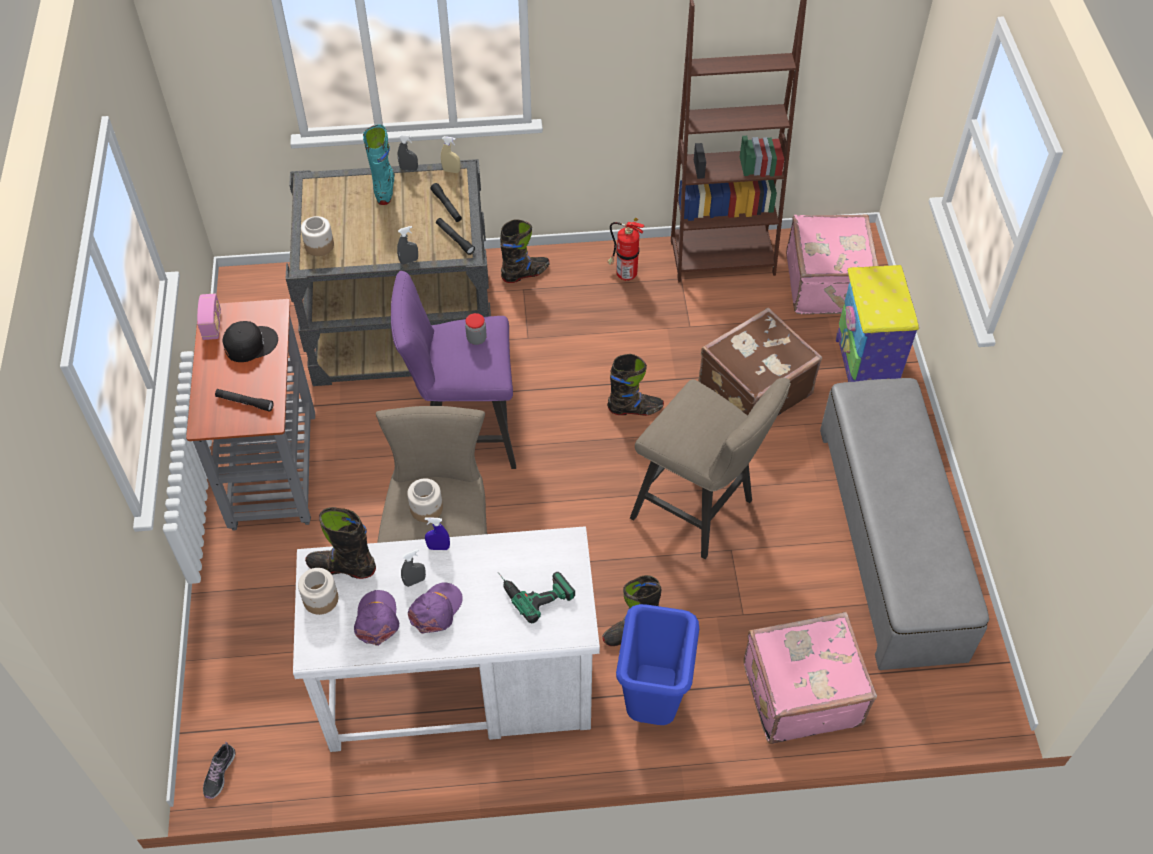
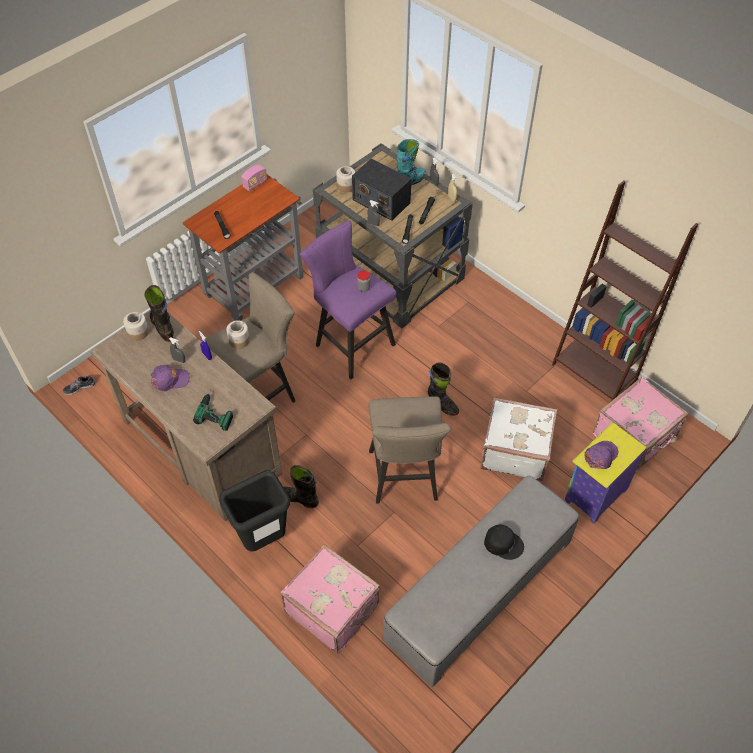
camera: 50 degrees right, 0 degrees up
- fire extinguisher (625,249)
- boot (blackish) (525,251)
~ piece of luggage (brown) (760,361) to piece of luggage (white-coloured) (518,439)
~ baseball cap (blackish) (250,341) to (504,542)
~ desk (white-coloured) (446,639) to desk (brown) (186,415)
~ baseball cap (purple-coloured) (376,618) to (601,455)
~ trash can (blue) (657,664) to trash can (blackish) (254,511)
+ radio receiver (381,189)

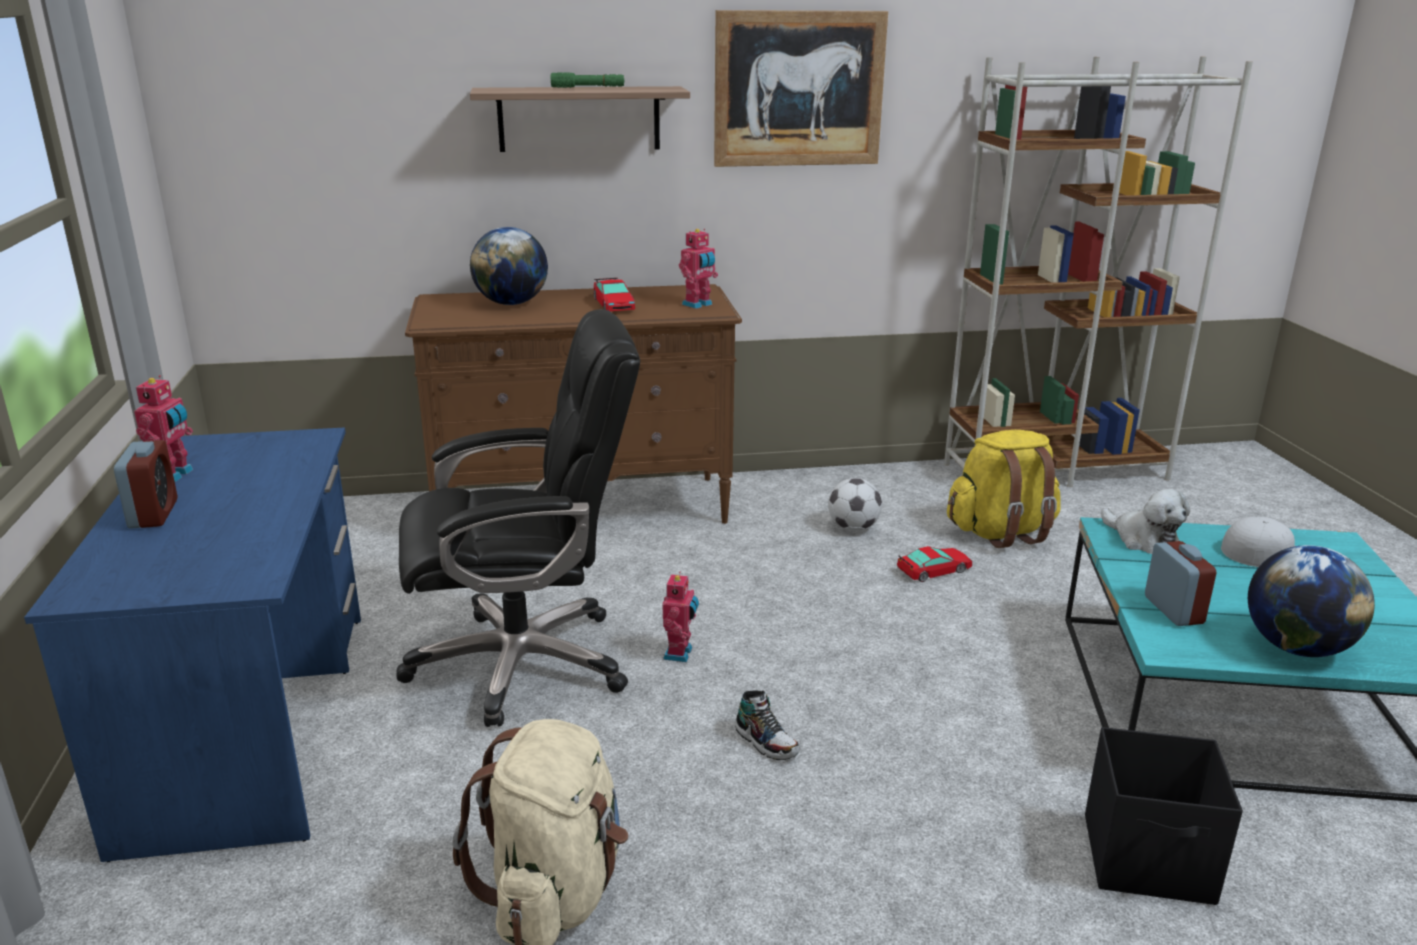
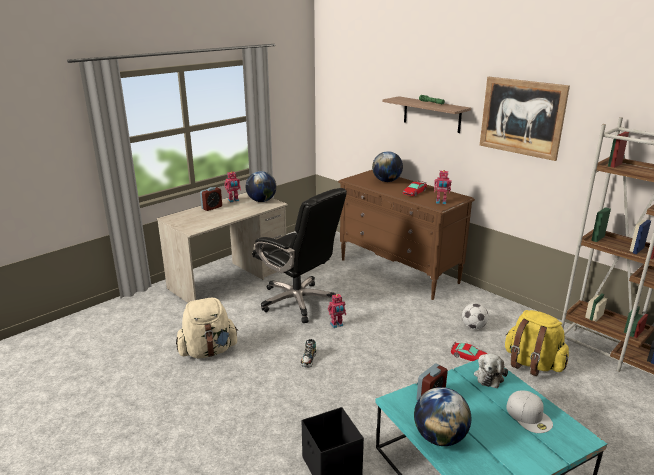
camera: 55 degrees right, 0 degrees up
~ desk (blue) (192,645) to desk (sand-coloured) (222,247)
+ world globe (261,186)

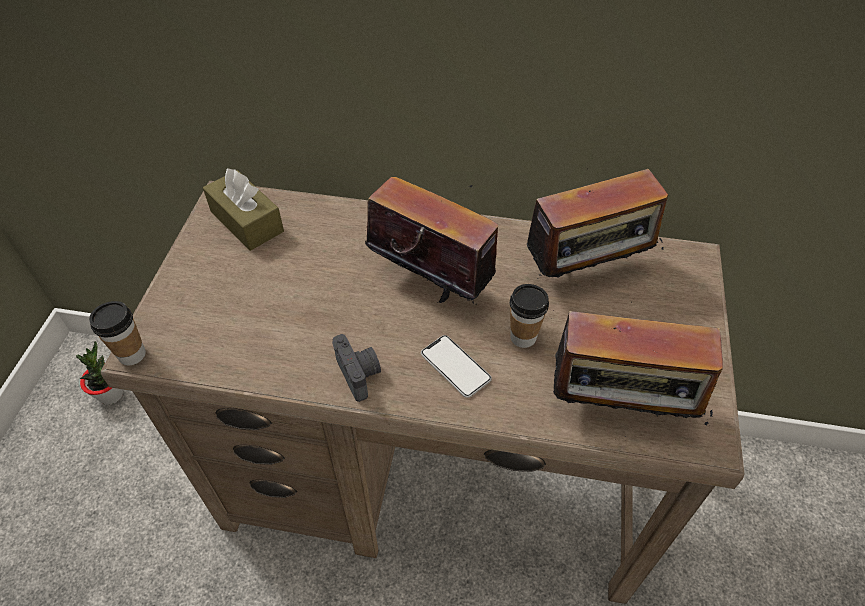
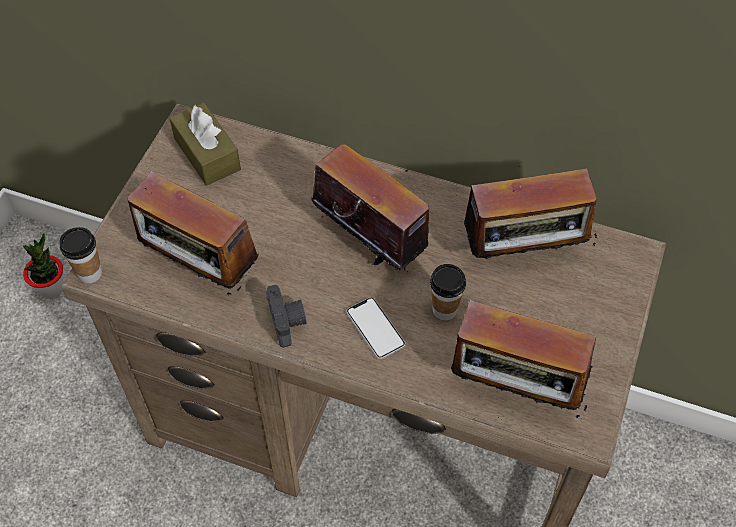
camera: 10 degrees right, 5 degrees up
+ radio receiver (193,234)

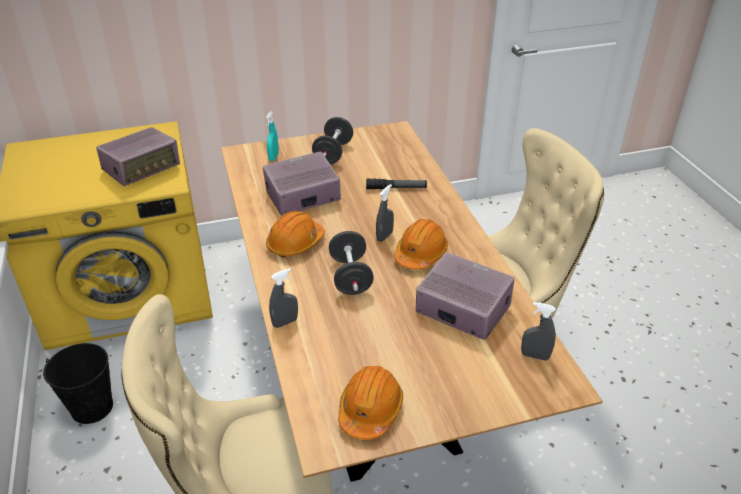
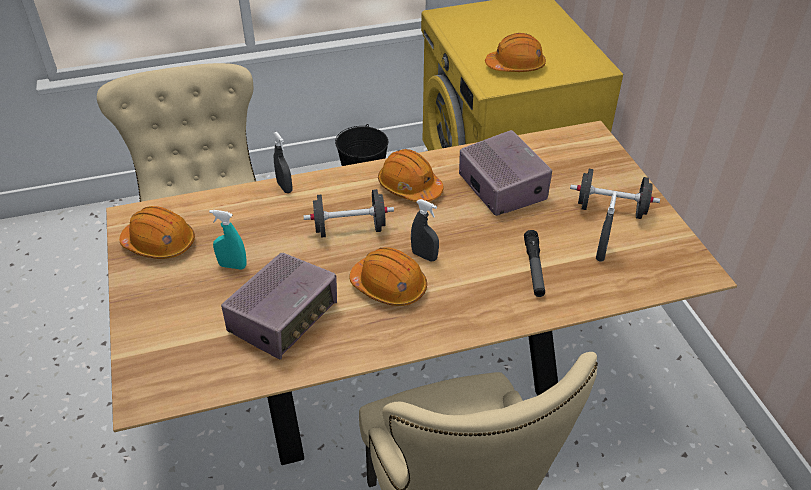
camera: 90 degrees right, 5 degrees up
~ sprayer (blue-green) (272,136) to (228,240)
~ radio receiver (138,157) to hard hat (orangey) (515,52)
~ sprayer (grey) (538,331) to (606,227)

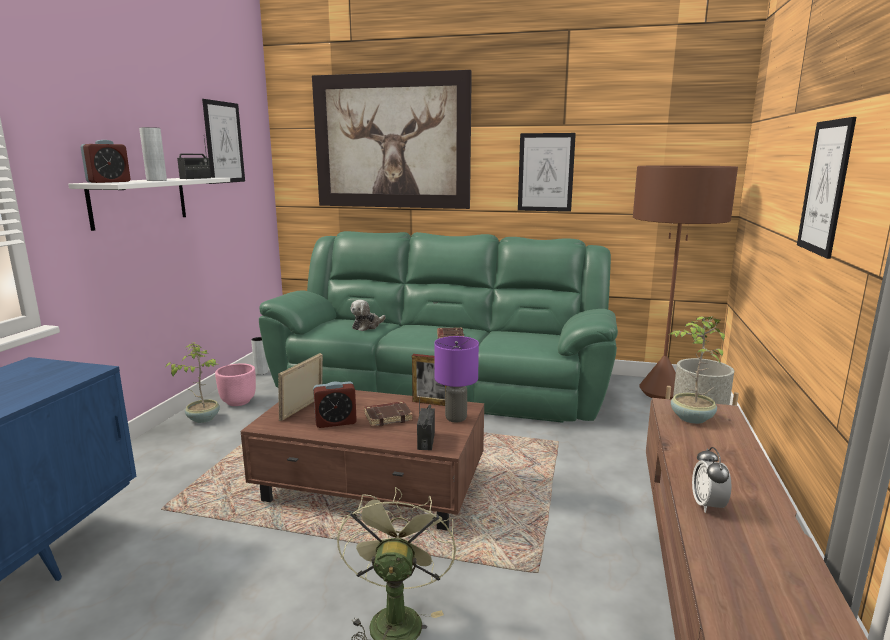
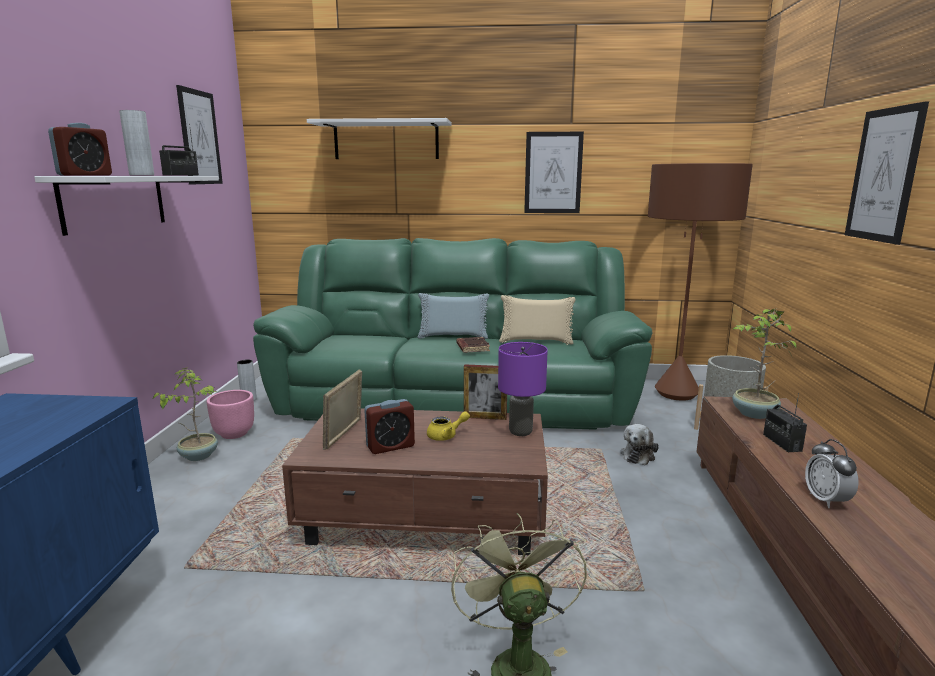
camera: 10 degrees left, 0 degrees up
~ picture (392,139) to bracket shelf (white-coloured) (379,138)
~ plush toy (367,315) to (639,444)
~ radio receiver (426,422) to (785,422)
~ book (brown) (388,414) to teapot (yellow) (448,426)
+ pillow (blue) (453,316)
+ pillow (sand-coloured) (537,320)

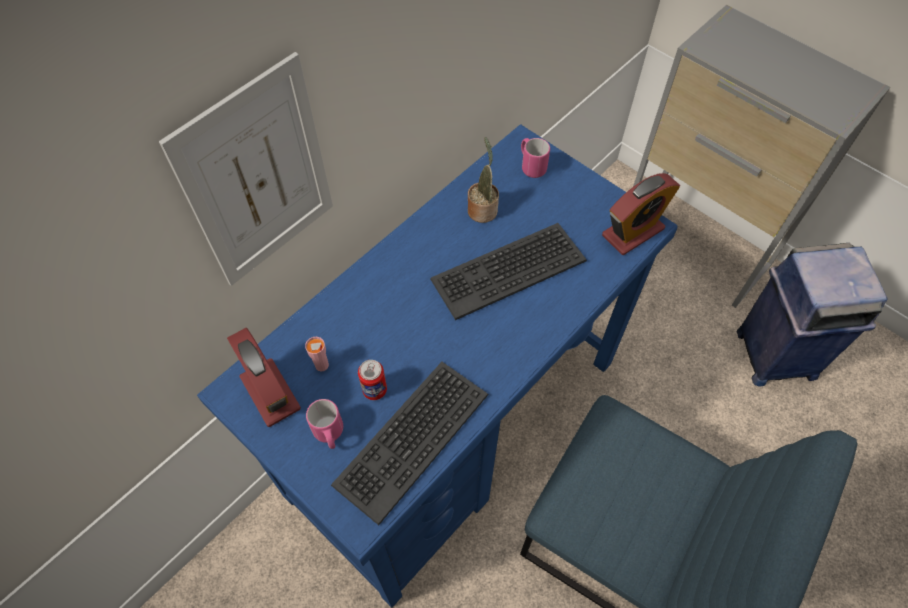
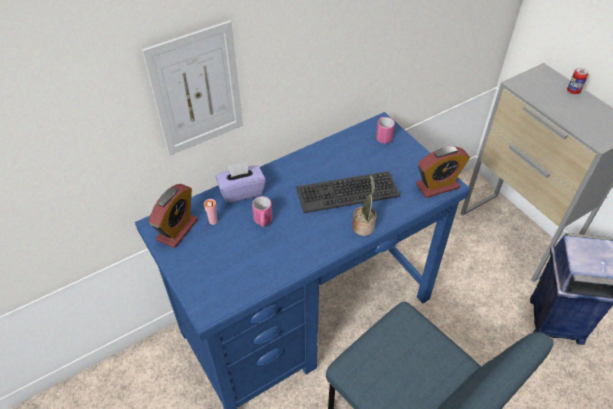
camera: 15 degrees right, 10 degrees down
~ plant in a pot (483,180) to (364,205)
~ bedside clock (264,377) = (173,216) 135 degrees counterclockwise
~ metal can (372,380) to (577,80)
- computer keyboard (410,443)
~ mug (pink-coloured) (324,424) to (262,211)
+ tissue holder (purple-coloured) (241,182)

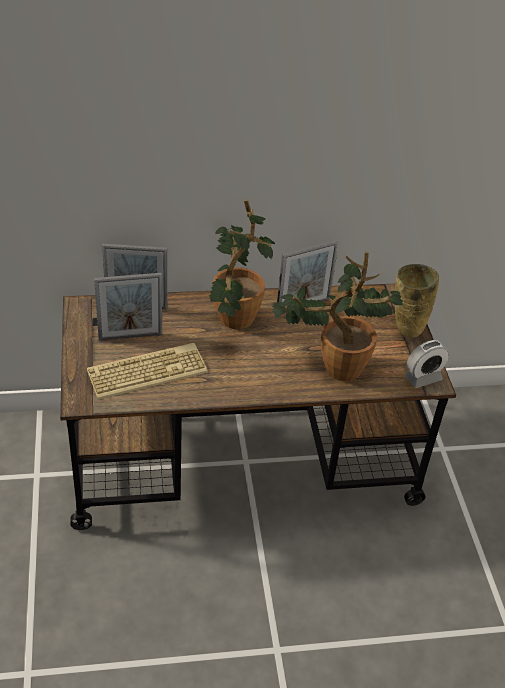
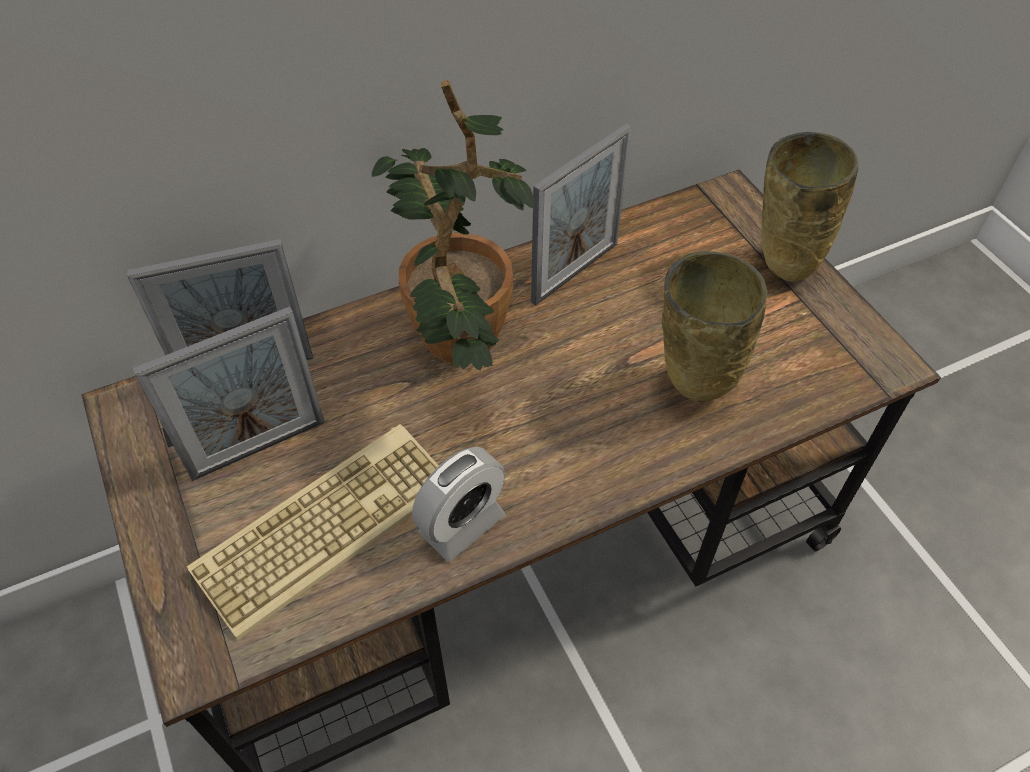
camera: 15 degrees left, 10 degrees up
~ plant in a pot (337,316) to vase (sand-coloured) (714,326)
~ bedside clock (426,364) to (458,504)

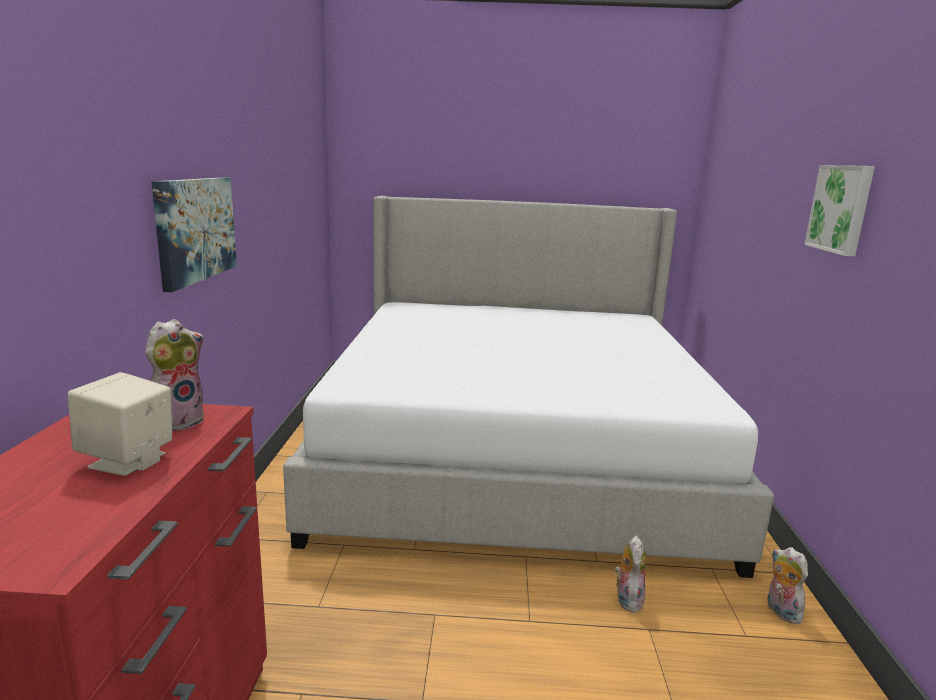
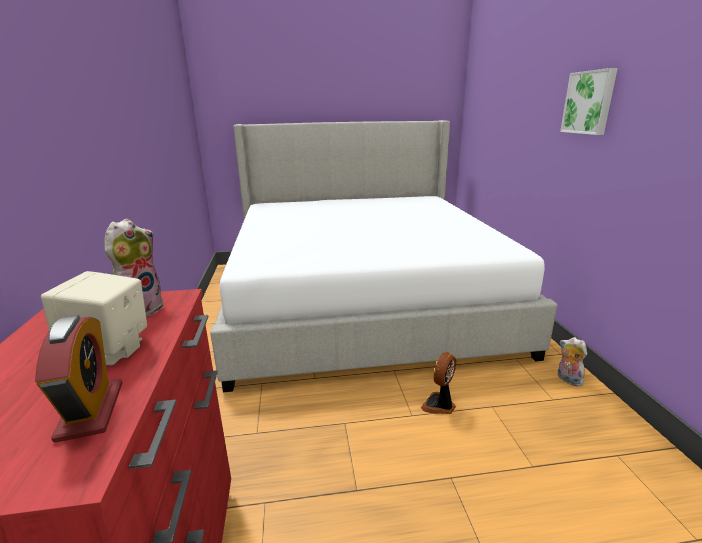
camera: 10 degrees left, 5 degrees up
- picture (194,234)
- plush toy (630,574)
+ bedside clock (78,379)
+ cooling fan (438,383)

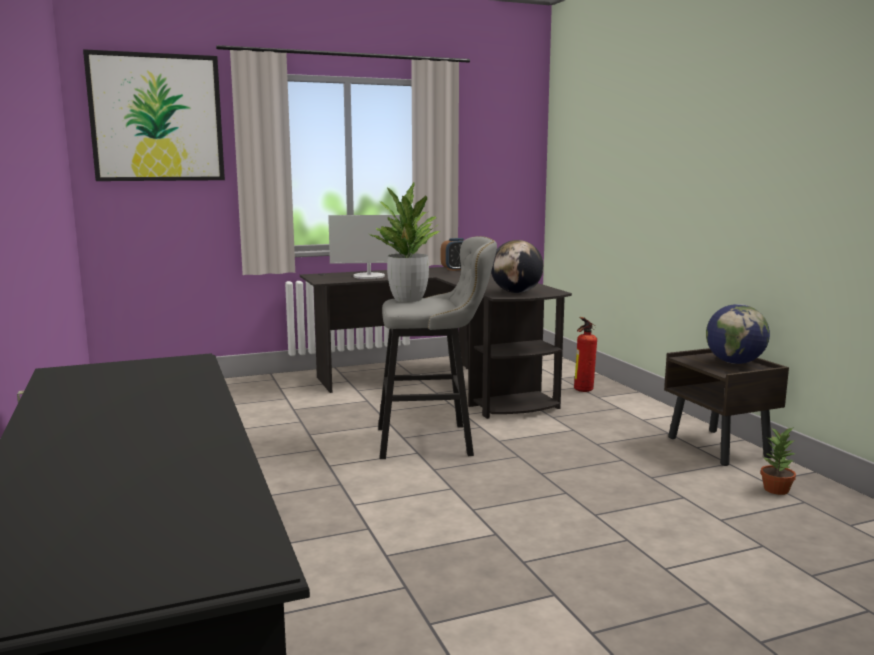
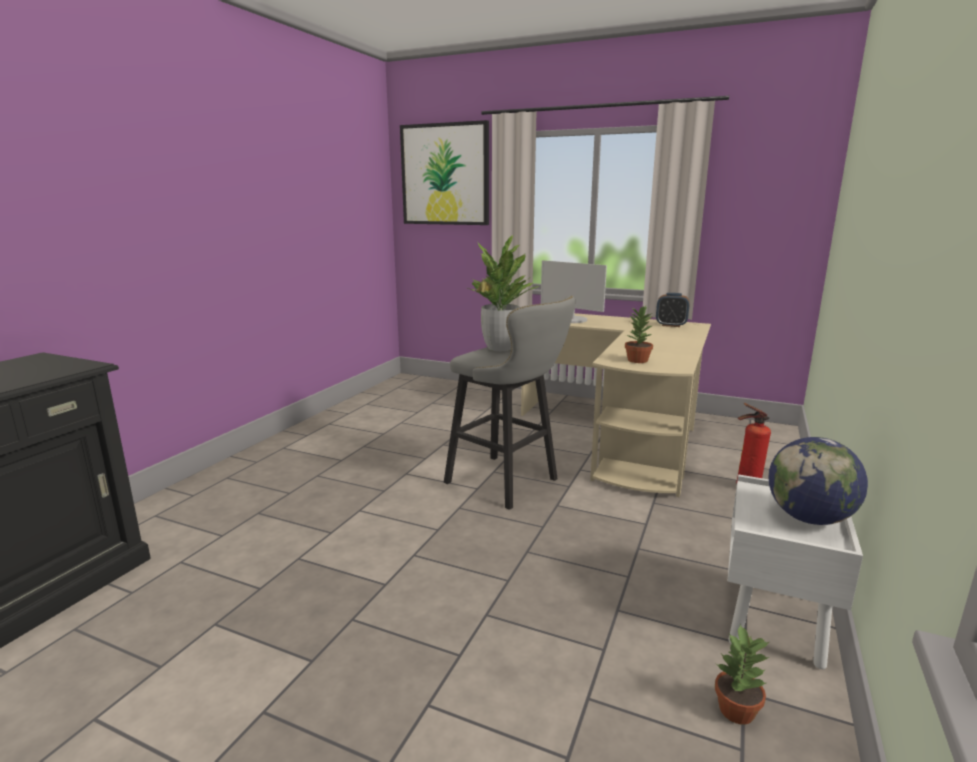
camera: 45 degrees right, 5 degrees up
~ world globe (517,266) to plant in a pot (639,334)
~ desk (blackish) (436,343) to desk (sand-coloured) (616,405)
~ bedside table (brown) (726,407) to bedside table (white-coloured) (795,571)

